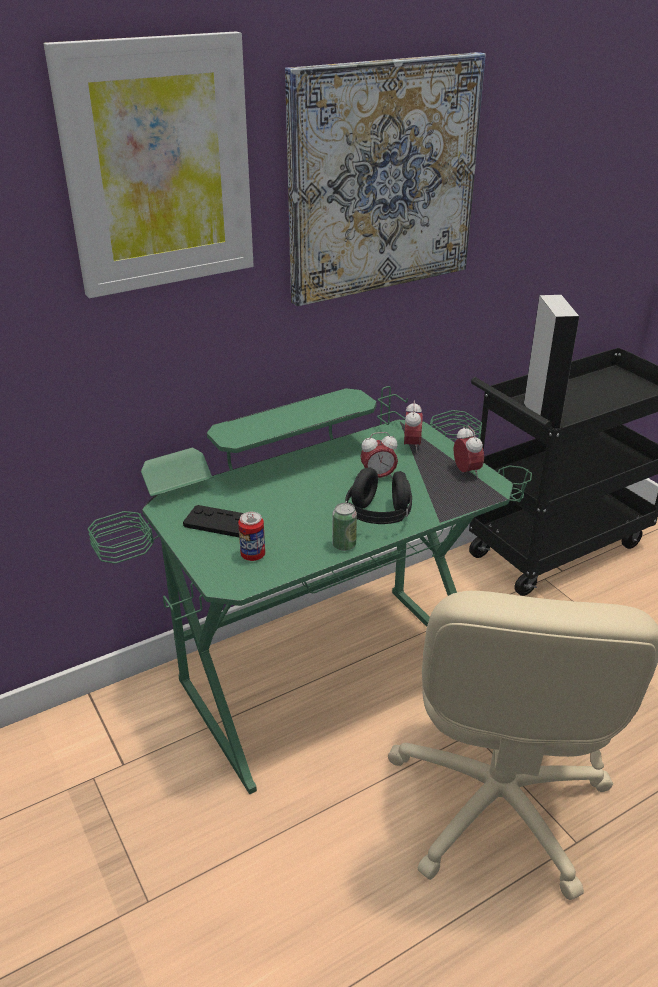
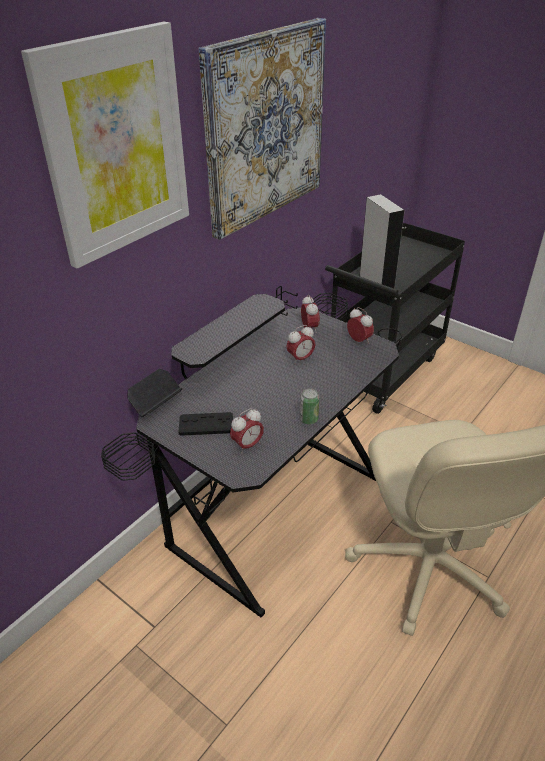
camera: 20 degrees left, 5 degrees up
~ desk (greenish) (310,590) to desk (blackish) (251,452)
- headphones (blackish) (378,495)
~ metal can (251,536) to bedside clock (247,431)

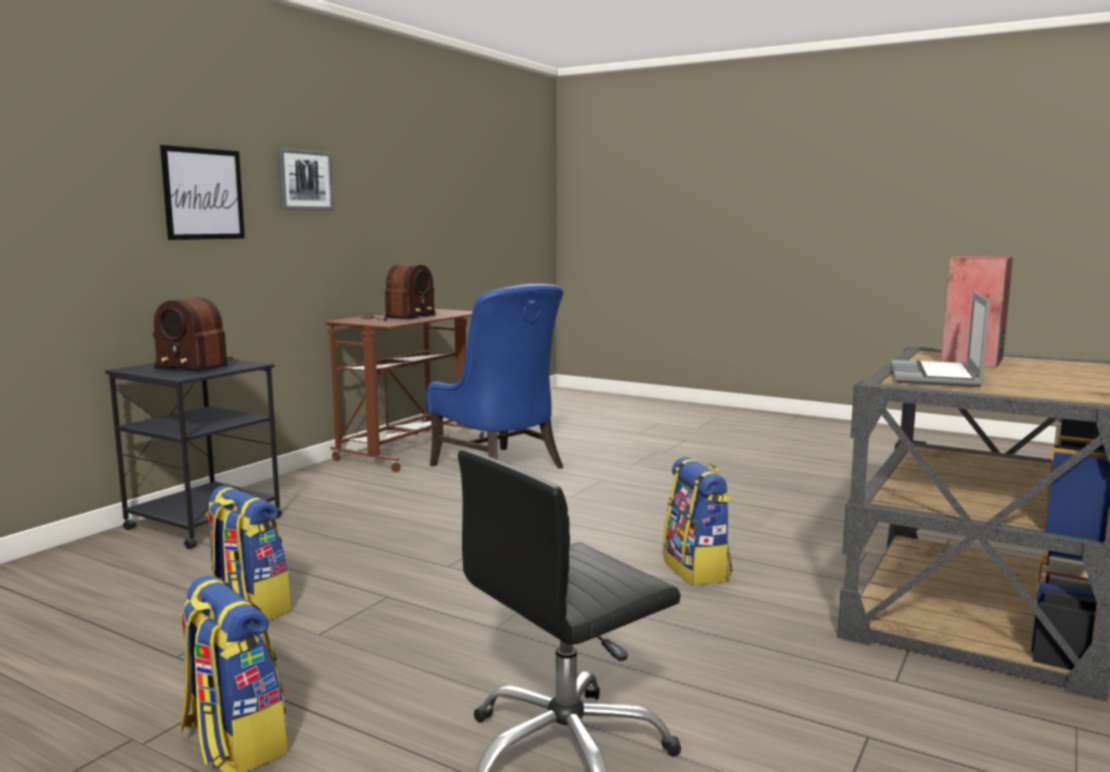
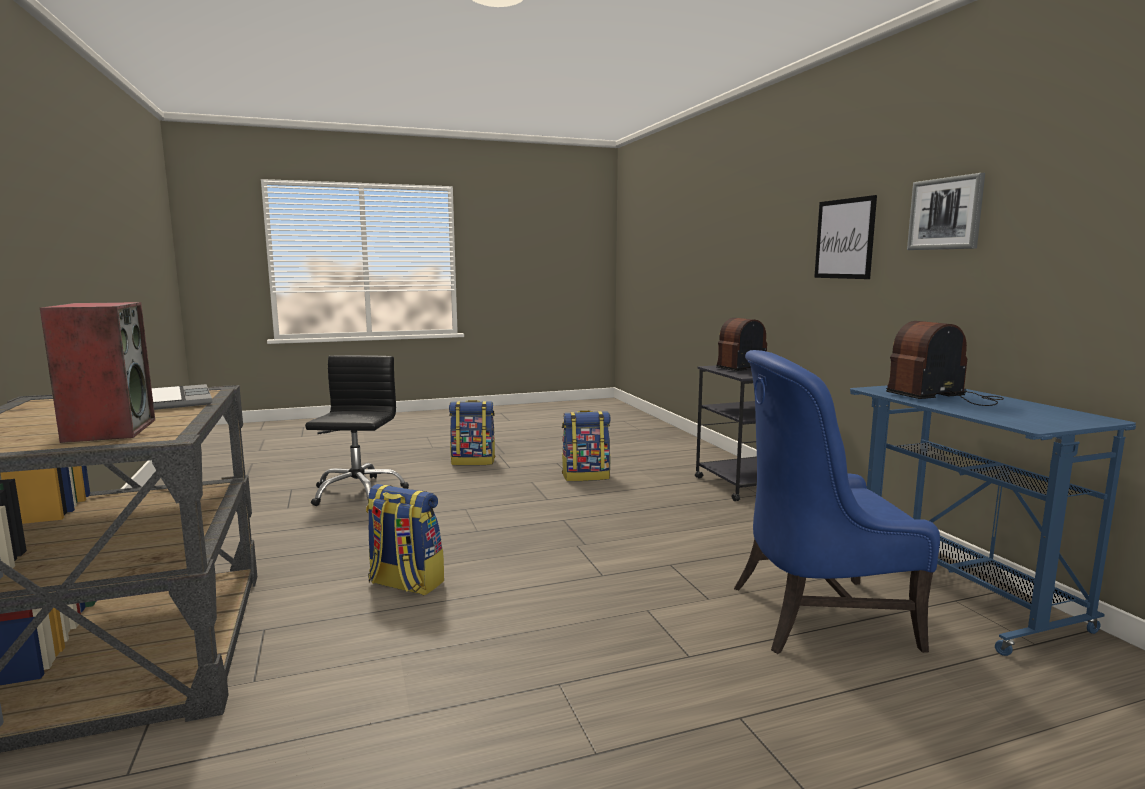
camera: 130 degrees right, 0 degrees up
~ radio receiver (398,292) = (945,363) 90 degrees clockwise
~ desk (brown) (404,390) to desk (blue) (993,520)

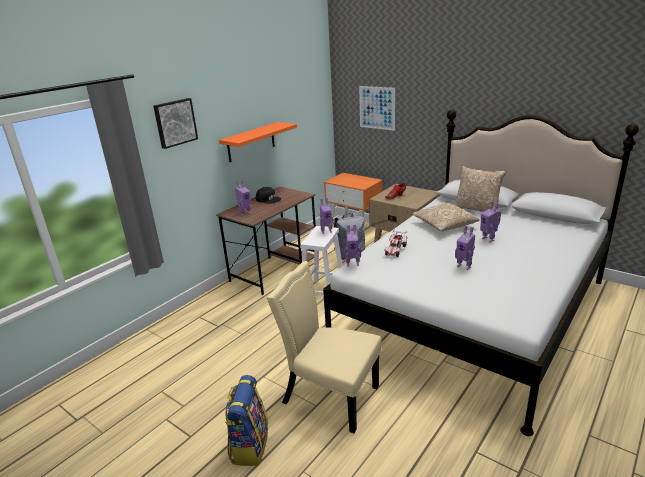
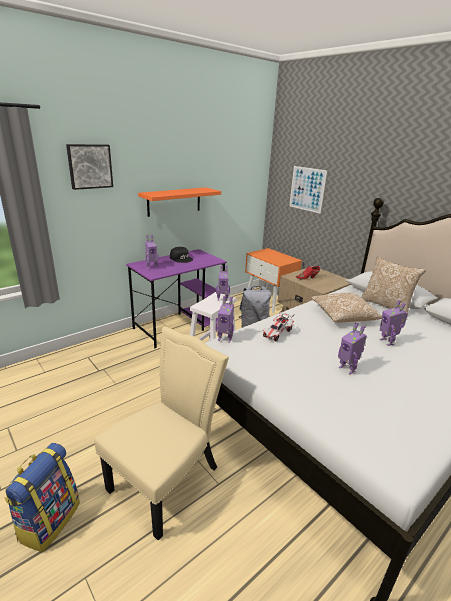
camera: 10 degrees right, 0 degrees up
~ desk (brown) (266,240) to desk (purple-coloured) (176,298)
~ plain chair (sand-coloured) (324,347) = (162,433) 90 degrees clockwise

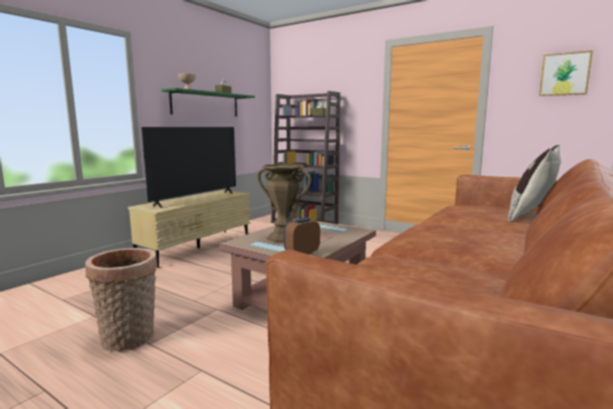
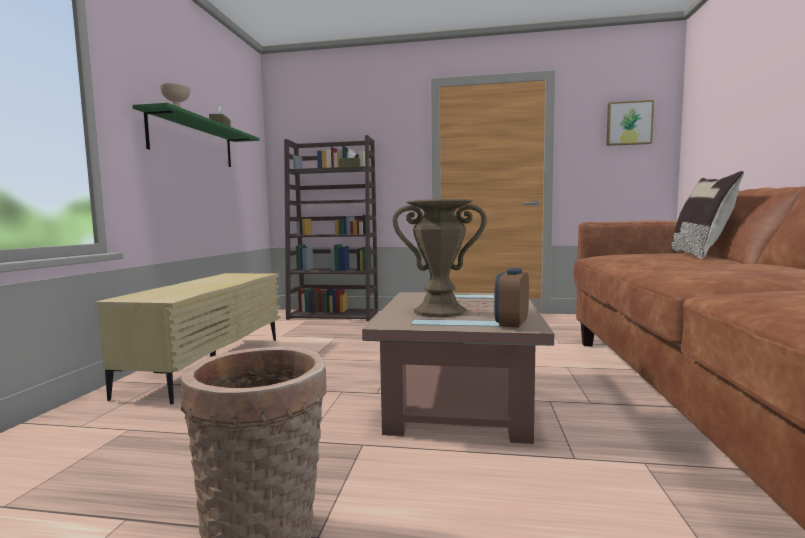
camera: 25 degrees left, 5 degrees down
- TV (188,167)

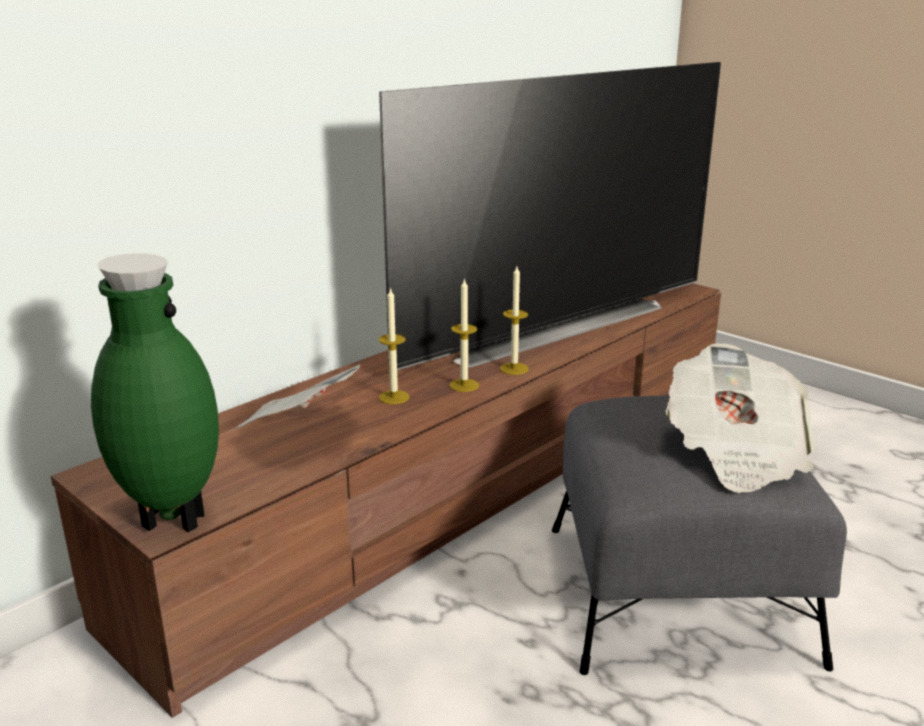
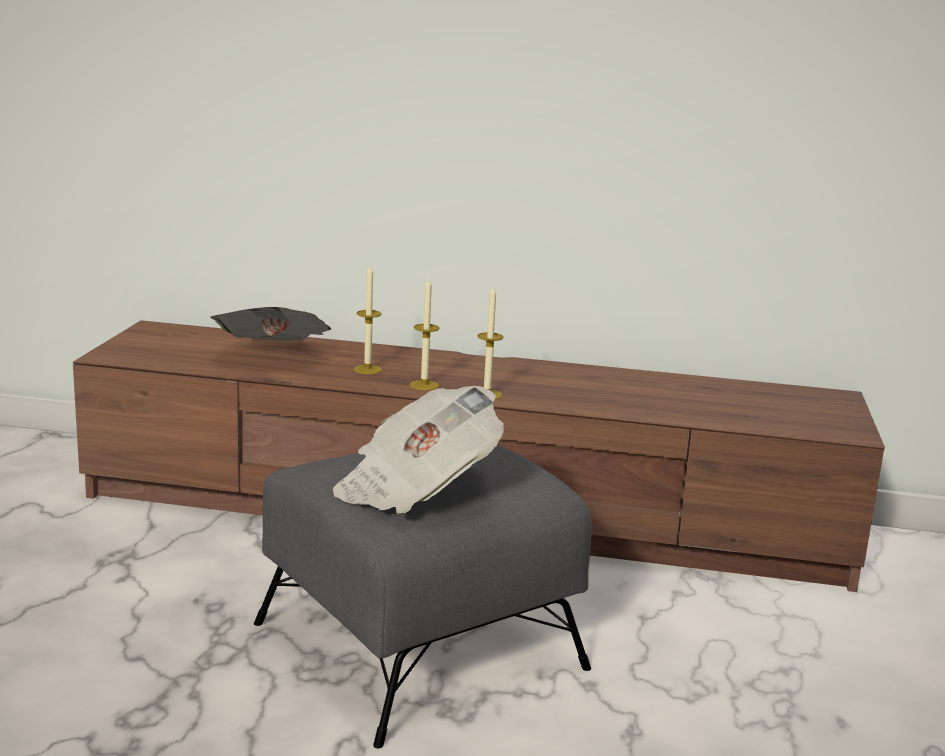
camera: 55 degrees right, 5 degrees down
- TV (550,216)
- vase (greenish) (155,392)

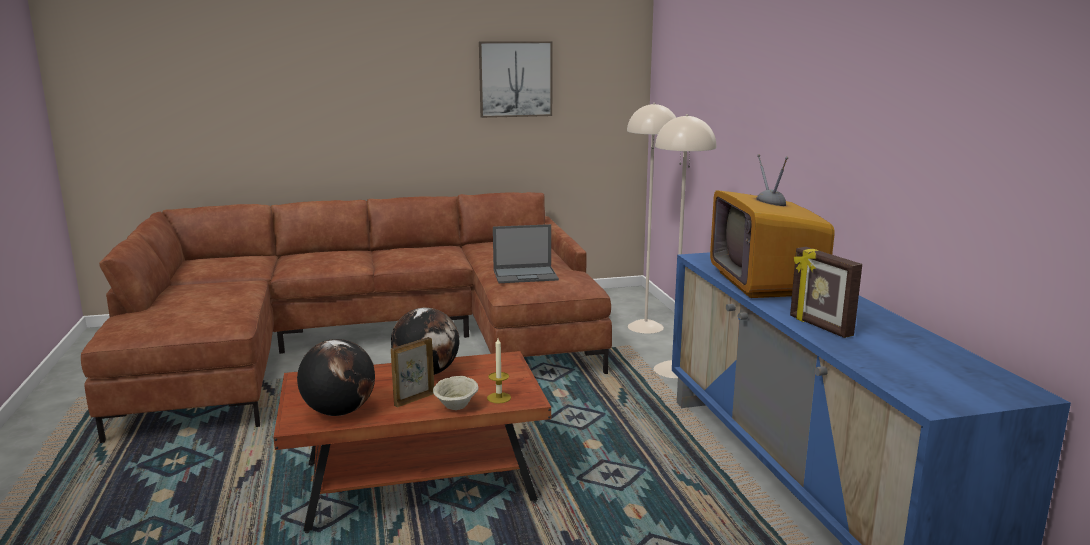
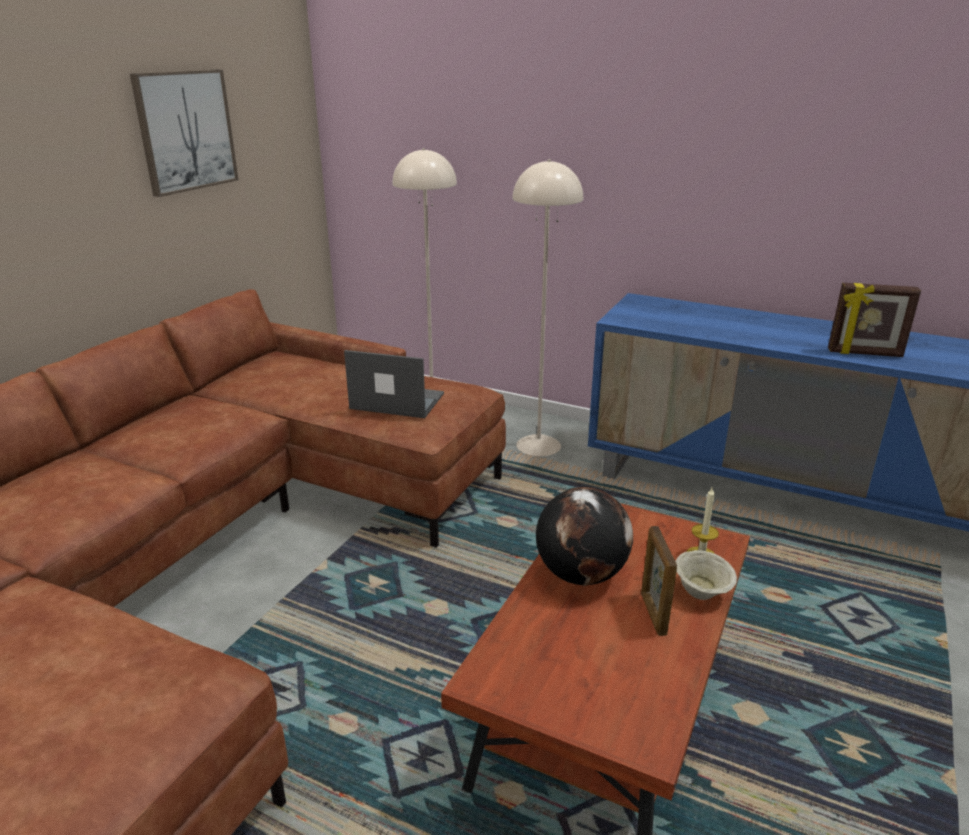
camera: 50 degrees left, 10 degrees up
- TV (772,226)
~ laptop (526,253) = (394,384) 105 degrees counterclockwise
- world globe (336,377)

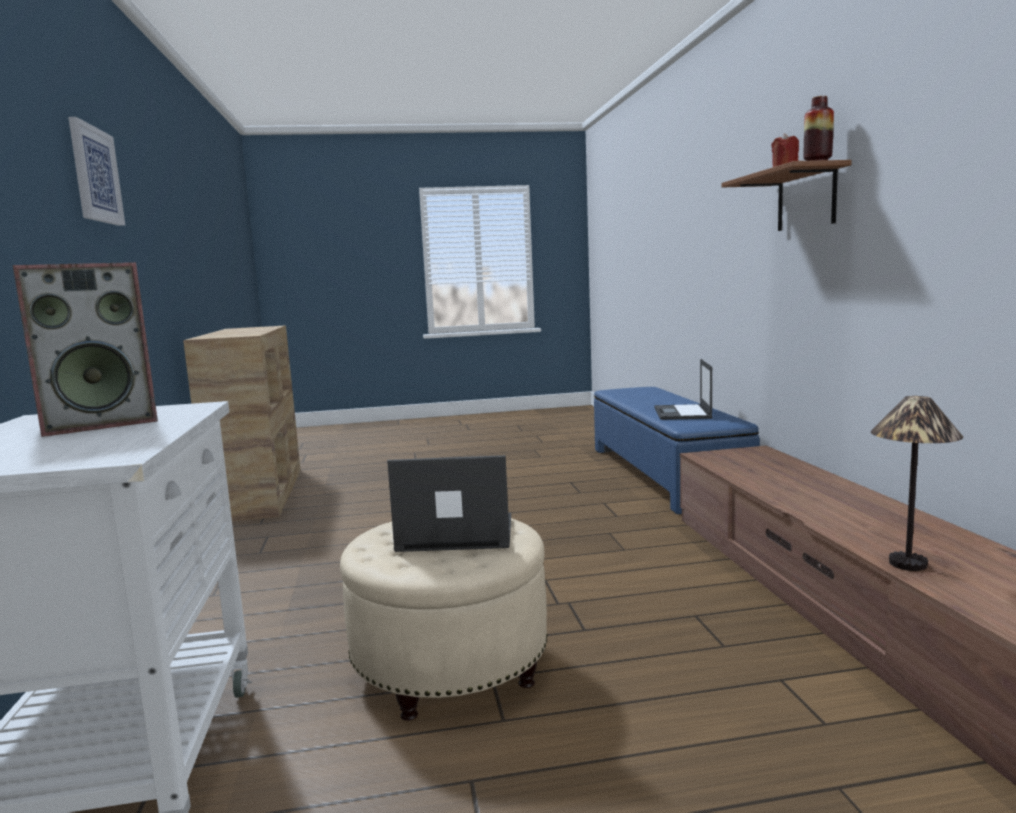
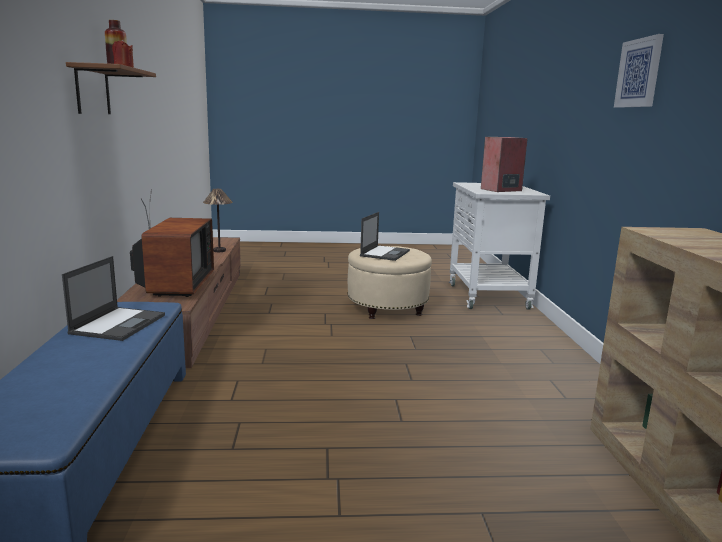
camera: 175 degrees left, 5 degrees up
~ laptop (449,503) = (385,236) 75 degrees counterclockwise
+ TV (172,243)

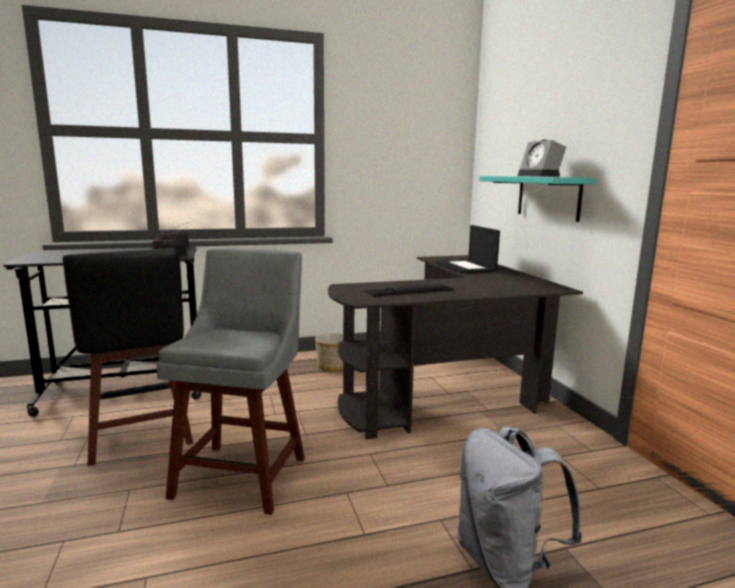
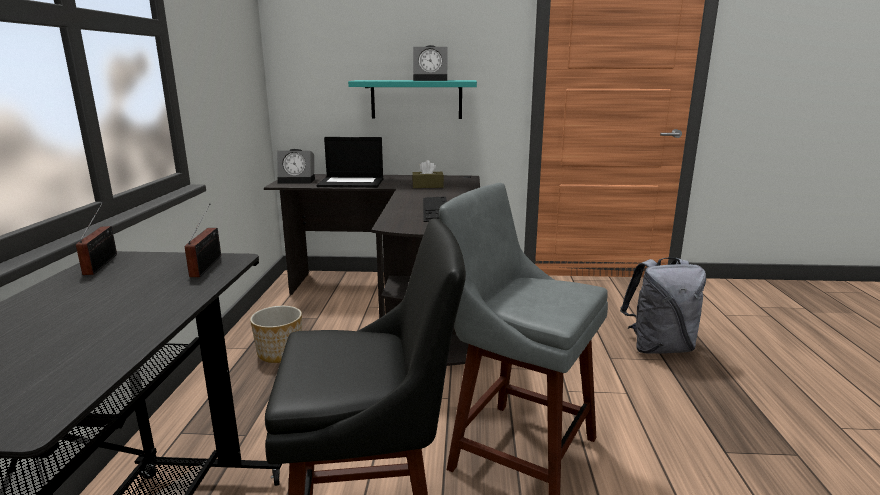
camera: 70 degrees left, 5 degrees up
+ bedside clock (296,166)
+ tissue holder (brown) (428,174)

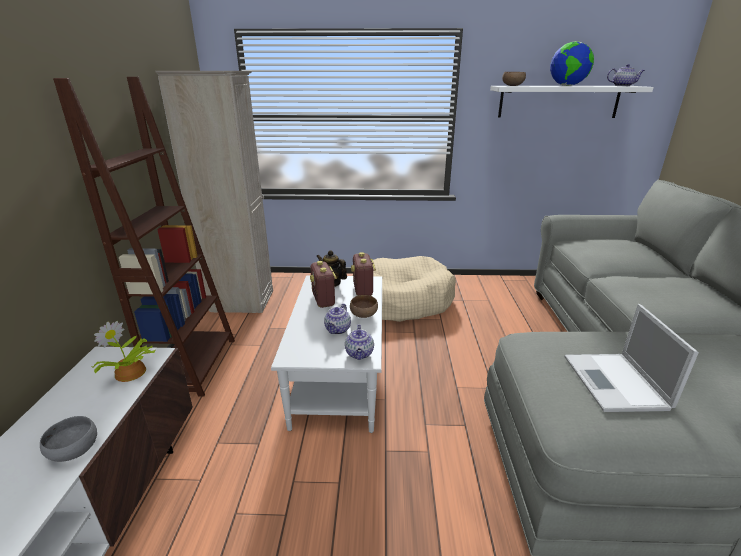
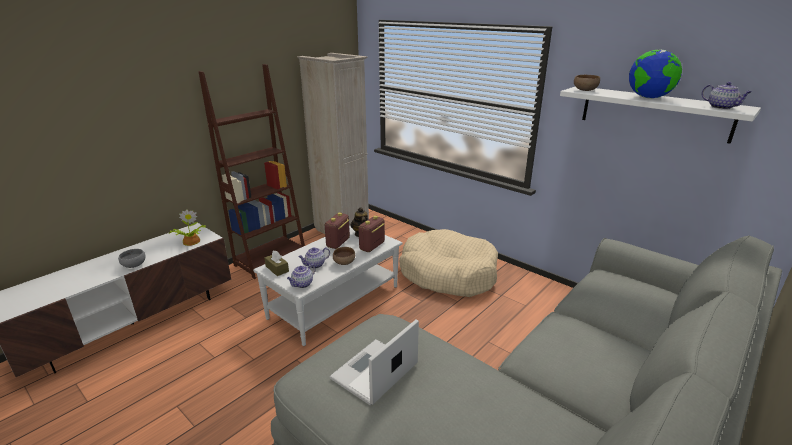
camera: 40 degrees right, 0 degrees up
+ tissue holder (brown) (277,263)

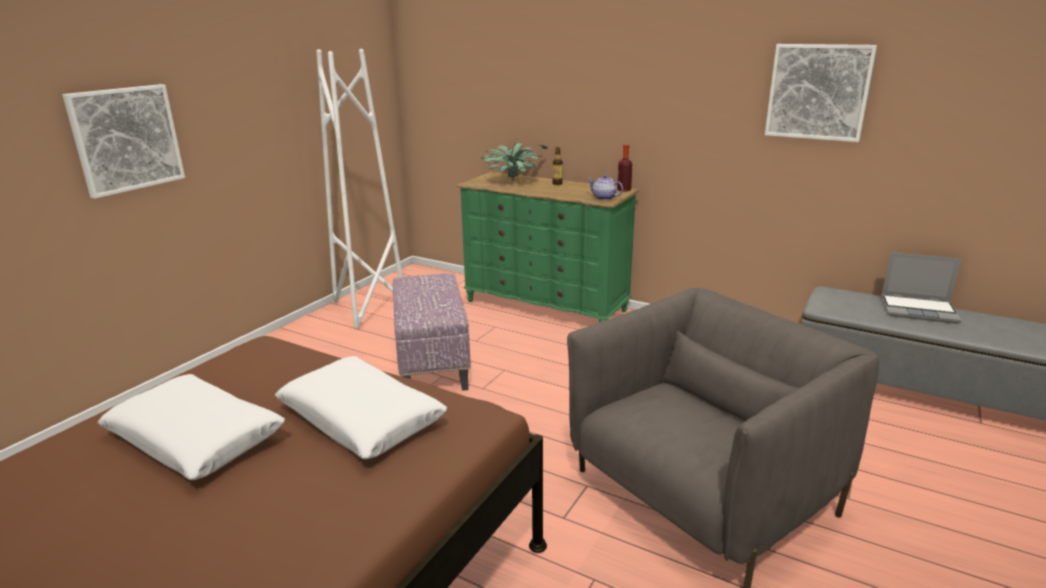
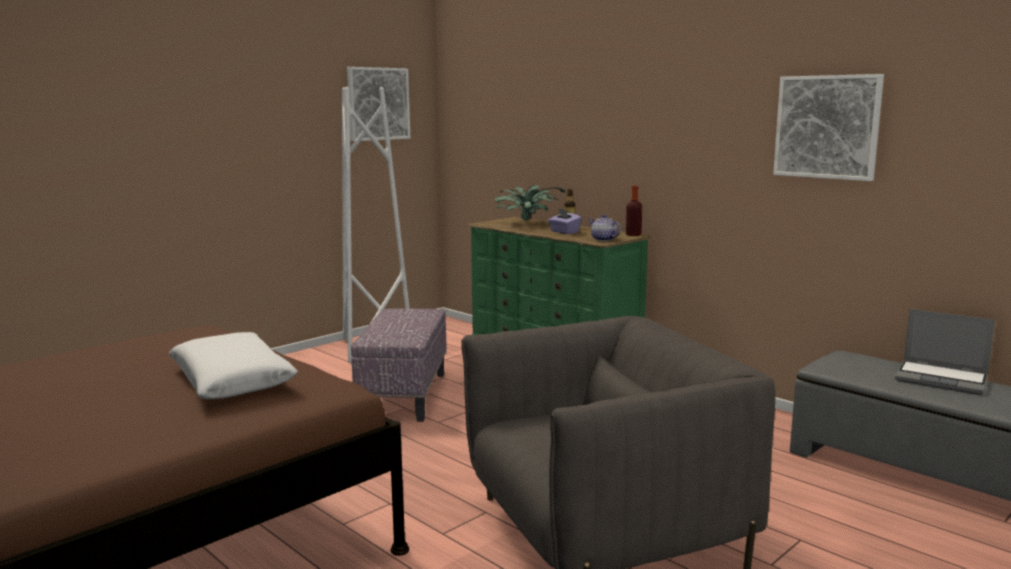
camera: 15 degrees right, 10 degrees down
~ picture (123,141) to (378,104)
- pillow (white-coloured) (191,427)
+ tissue holder (purple-coloured) (565,221)

